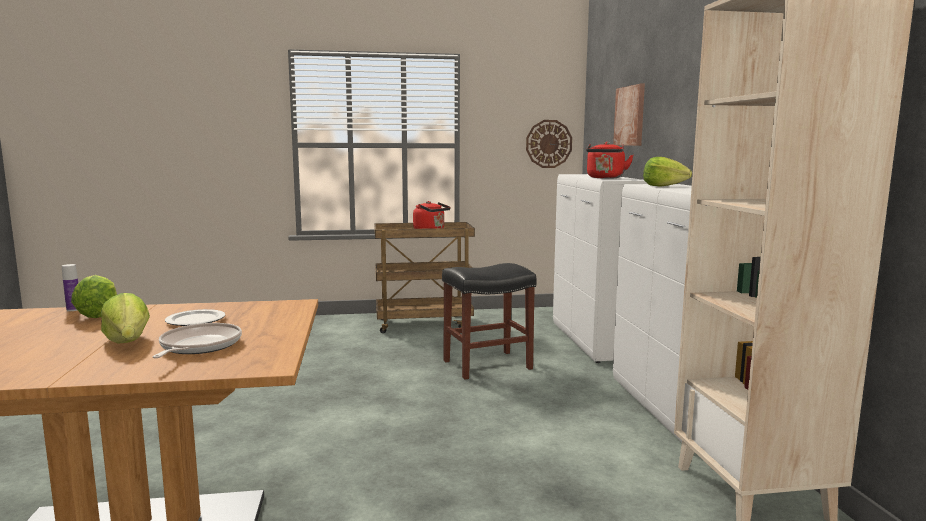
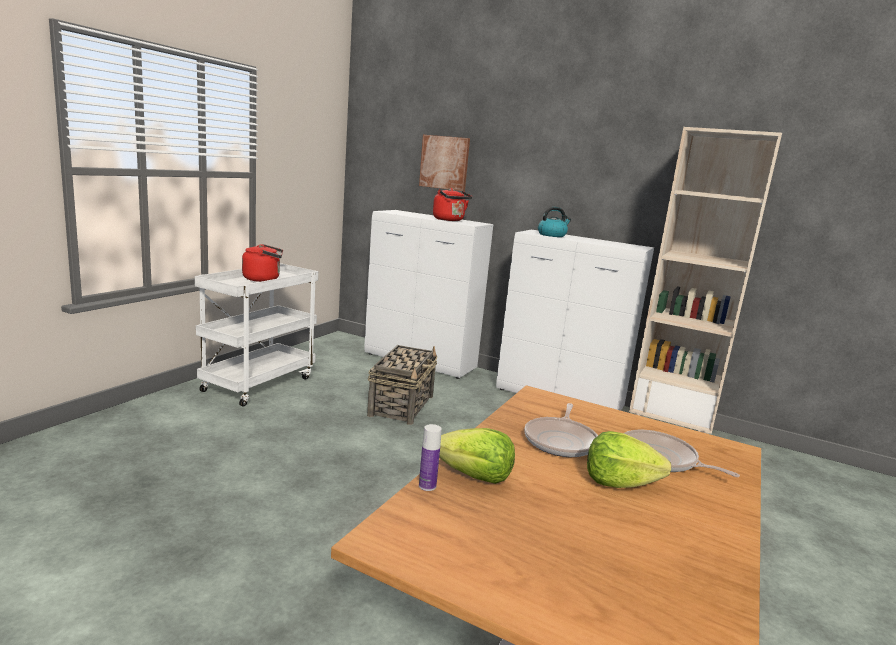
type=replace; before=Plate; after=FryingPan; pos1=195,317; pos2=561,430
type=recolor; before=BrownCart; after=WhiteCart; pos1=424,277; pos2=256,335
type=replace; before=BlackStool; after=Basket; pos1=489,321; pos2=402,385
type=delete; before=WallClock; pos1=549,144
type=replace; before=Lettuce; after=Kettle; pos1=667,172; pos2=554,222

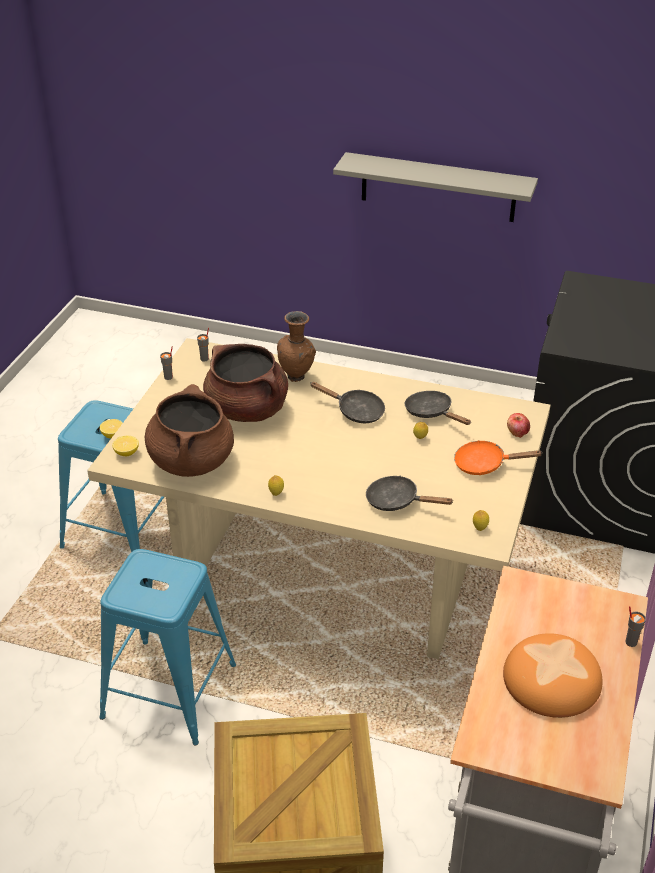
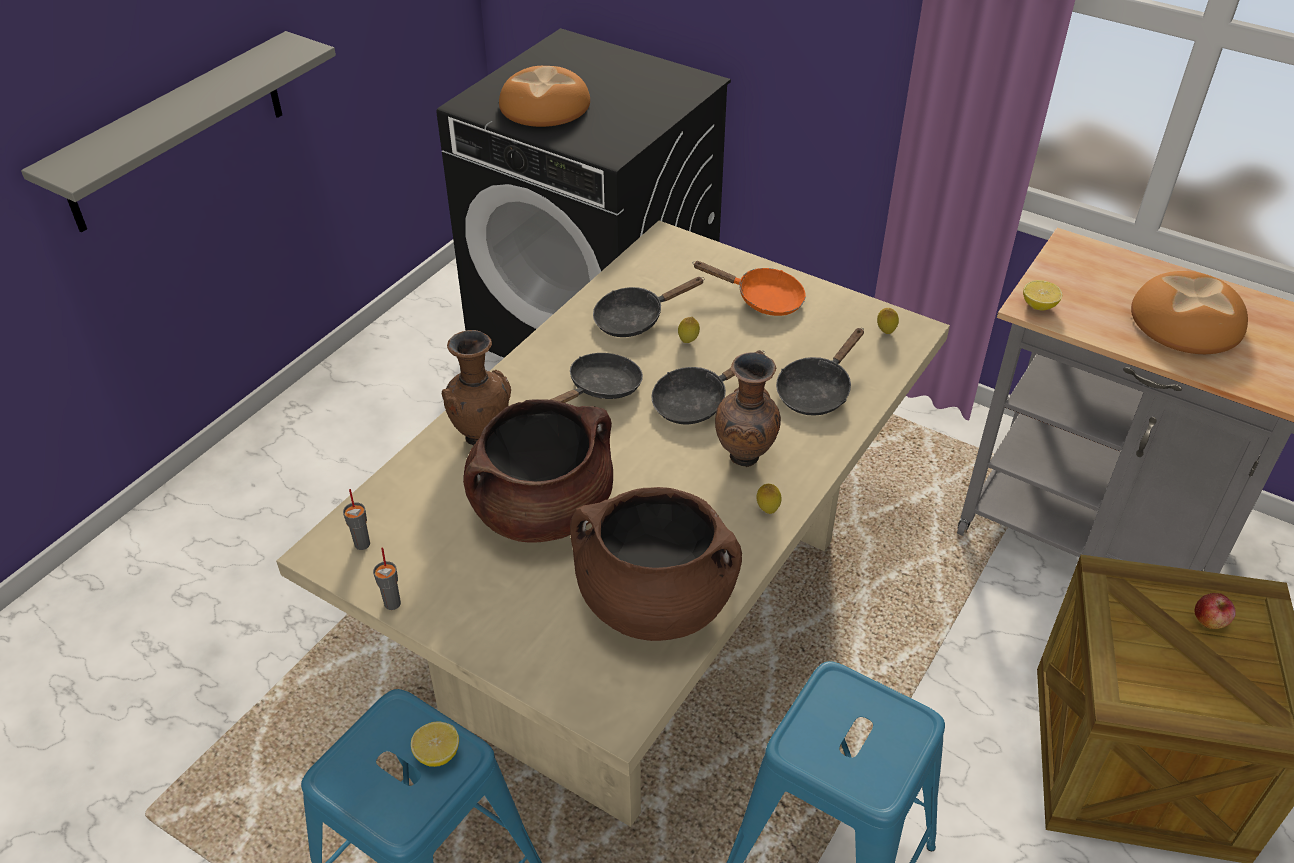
type=move; before=Lemon; pos1=125,446; pos2=1042,295
type=rotate; before=OrangeFryingPan; pos1=498,457; pos2=750,288; turn=-90
type=move; before=Apple; pos1=518,425; pos2=1215,611
type=delete; before=GreyCup; pos1=635,626
type=insert; after=Bread; pos2=544,96
type=insert; after=BlackFryingPan; pos2=708,387
type=insert; after=BrownVase; pos2=748,409

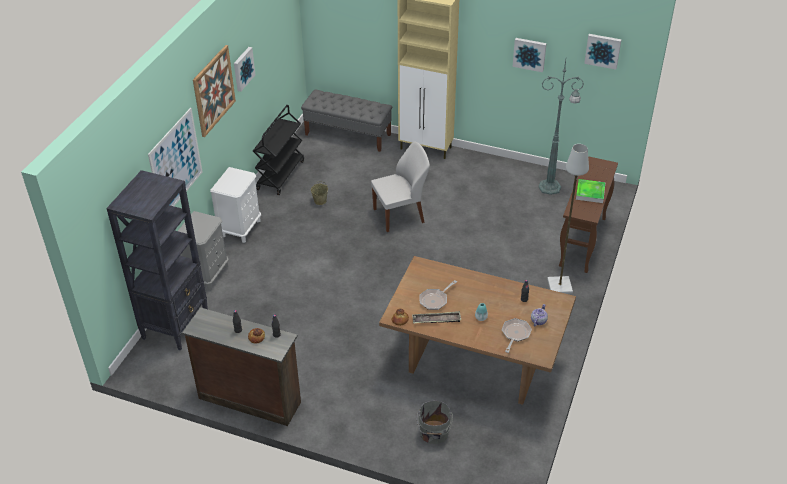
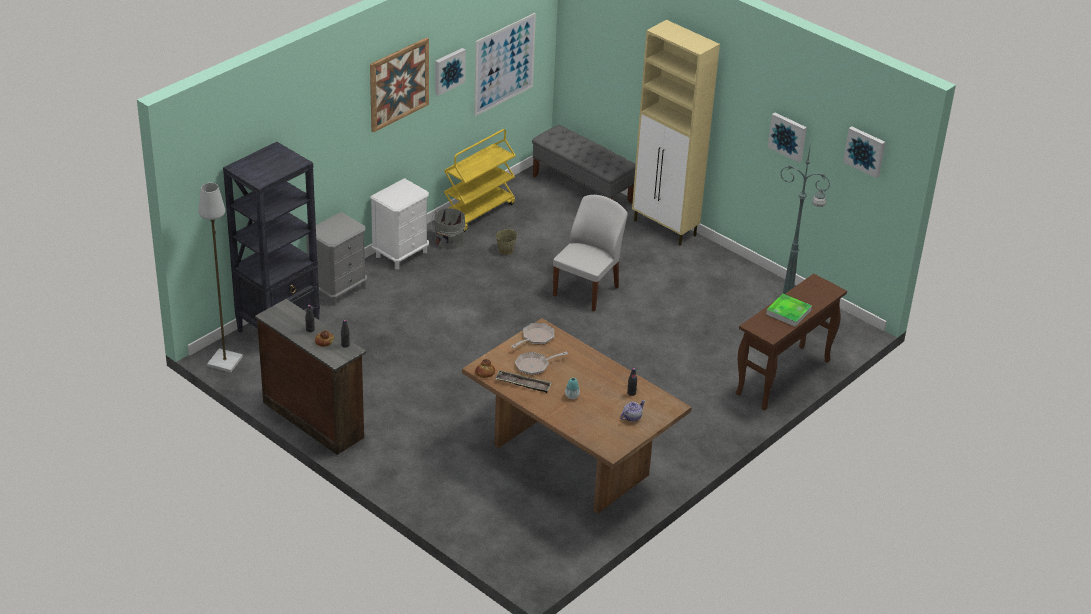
type=move; before=Picture; pos1=175,157; pos2=505,64
type=recolor; before=BlackCart; after=YellowCart; pos1=278,150; pos2=480,180
type=rotate; before=WhiteChair; pos1=400,187; pos2=590,253; turn=-60
type=move; before=GreyBucket; pos1=435,422; pos2=448,228
type=move; before=FryingPan; pos1=517,335; pos2=532,335
type=move; before=GreyFloorLamp; pos1=568,219; pos2=220,278

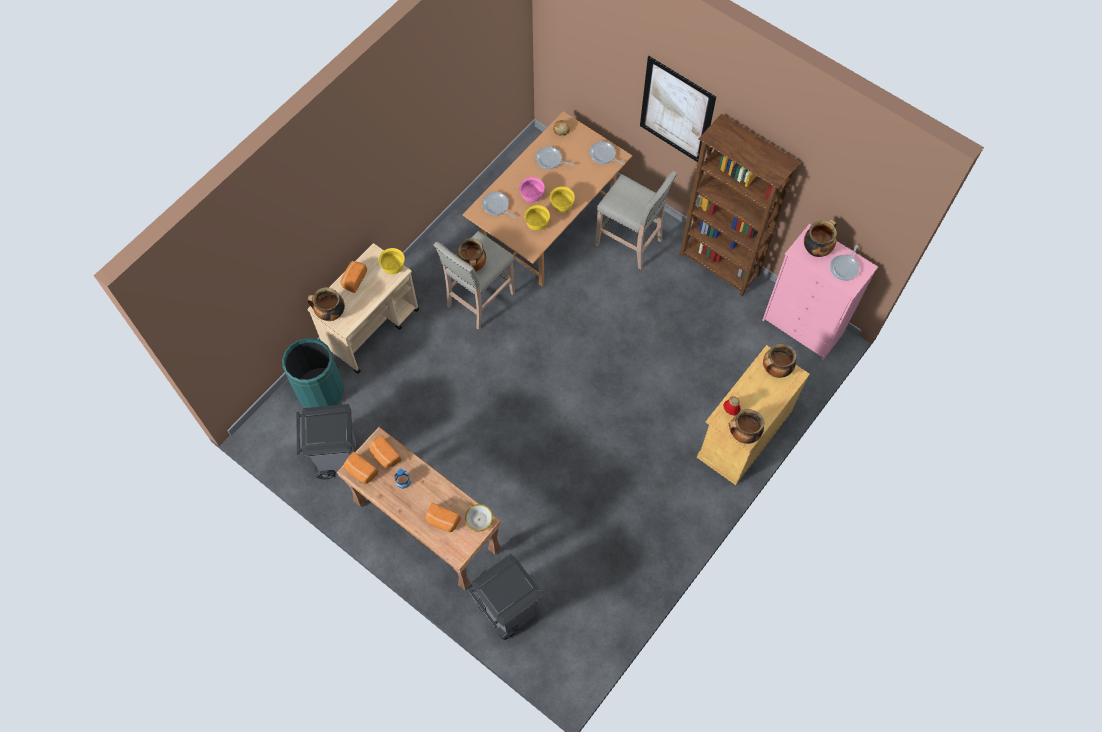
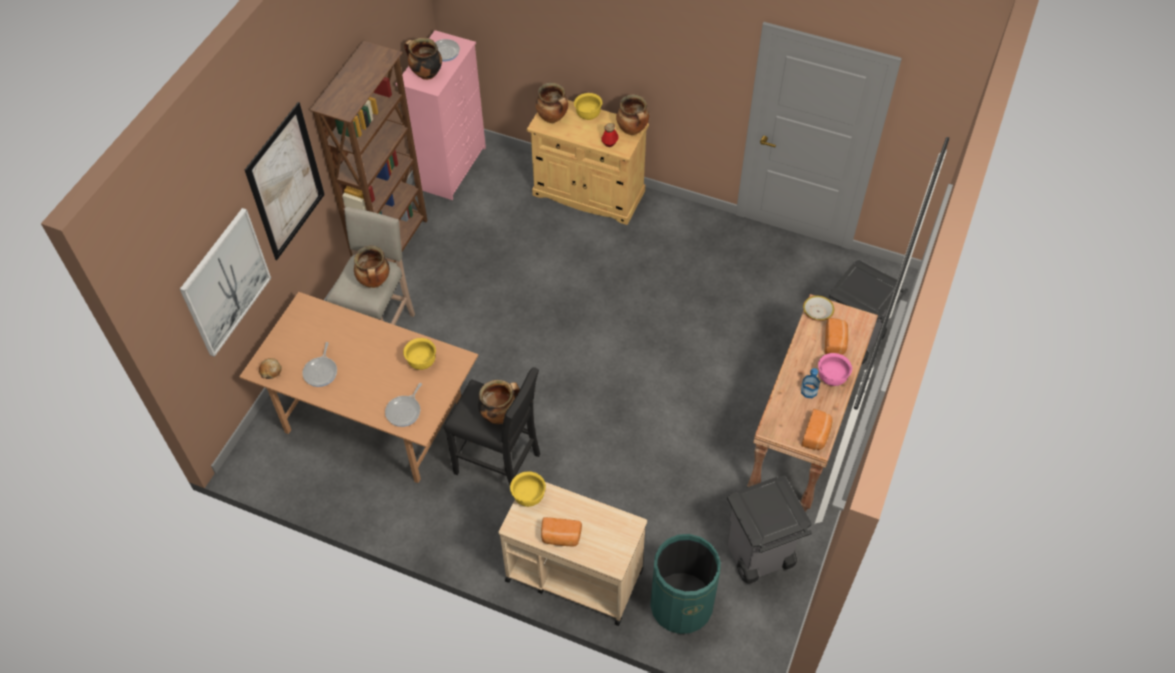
type=move; before=CookingPot; pos1=326,304; pos2=372,267
type=delete; before=Bread; pos1=385,452
type=recolor; before=BeigeStool; after=BlackStool; pos1=474,280; pos2=492,426
type=move; before=PinkBowl; pos1=532,189; pos2=835,369
type=move; before=YellowBowl; pos1=562,199; pos2=588,106
type=delete; before=FryingPan; pos1=607,153
type=insert; after=Picture; pos2=225,282

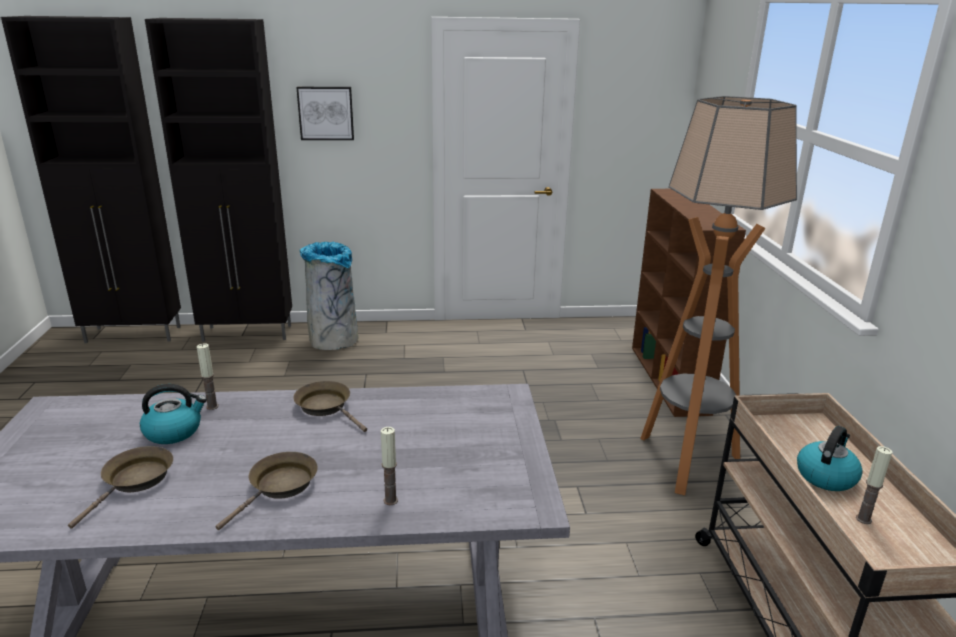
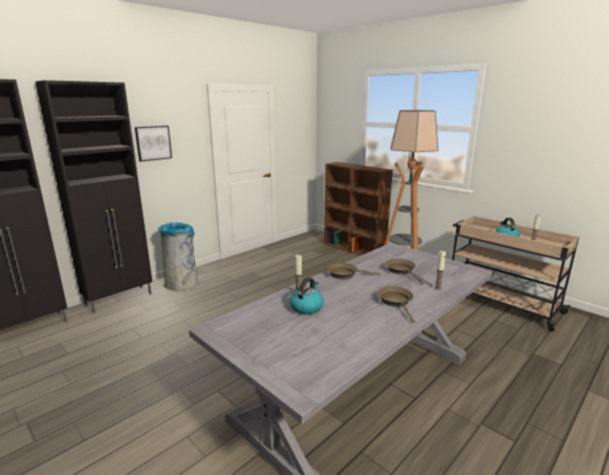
type=move; before=BrownFryingPan; pos1=120,487; pos2=404,272

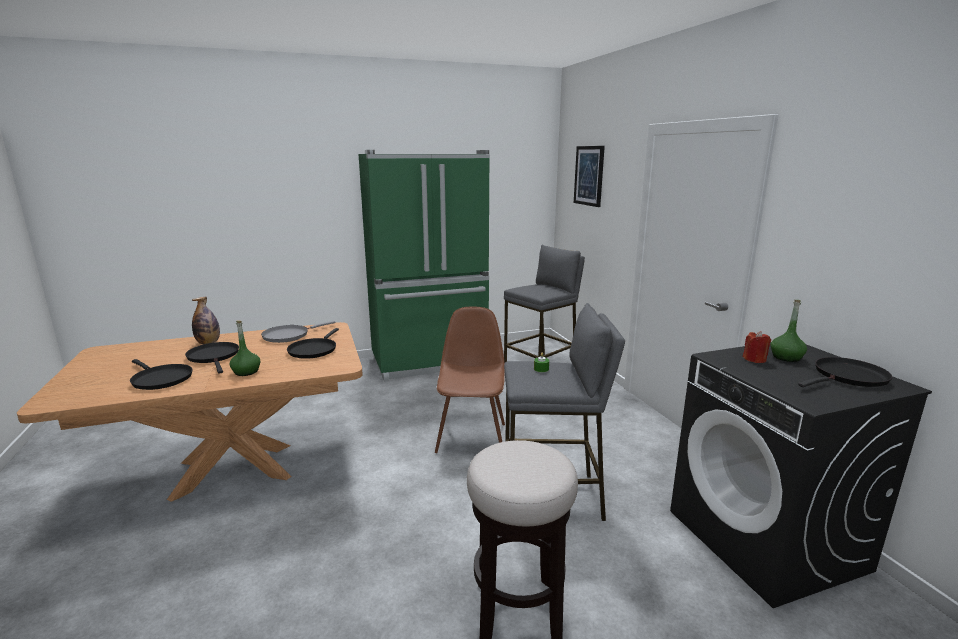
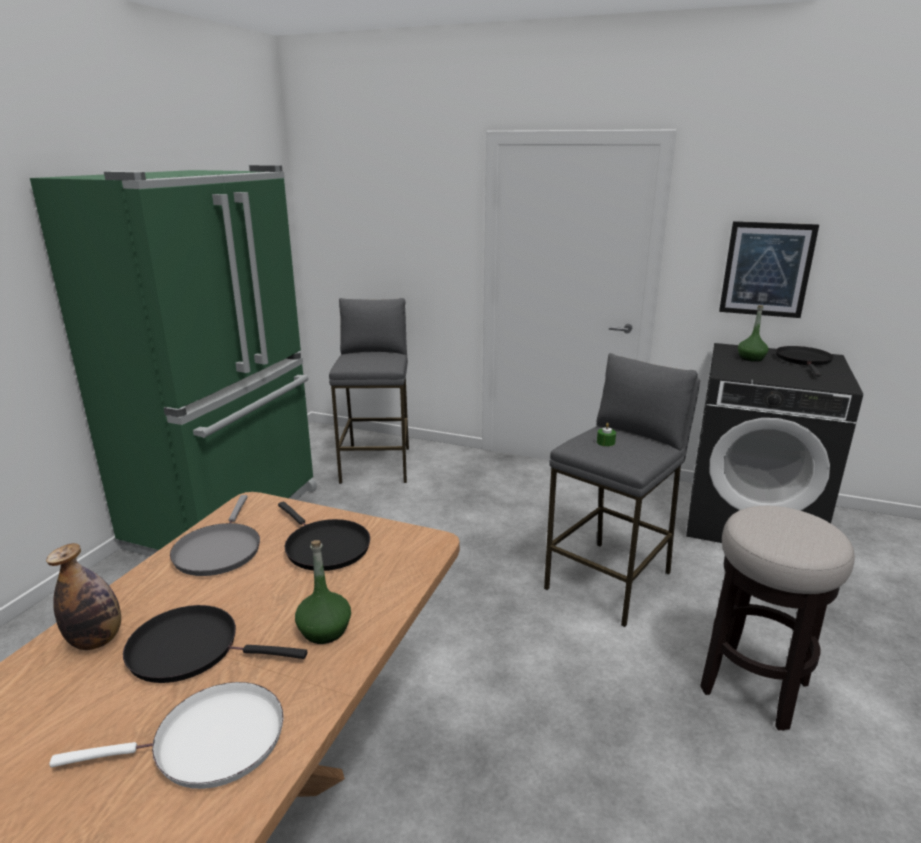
type=recolor; before=BlackFryingPan; after=WhiteFryingPan; pos1=161,374; pos2=166,735
type=delete; before=BrownChair; pos1=470,380
type=move; before=Picture; pos1=589,176; pos2=769,269
type=delete; before=RedCandle; pos1=757,347

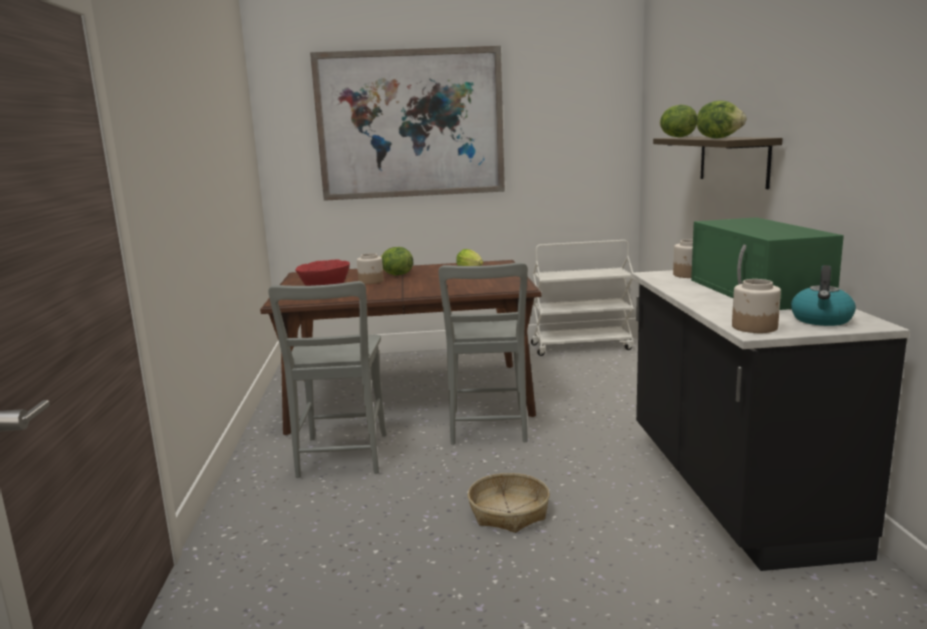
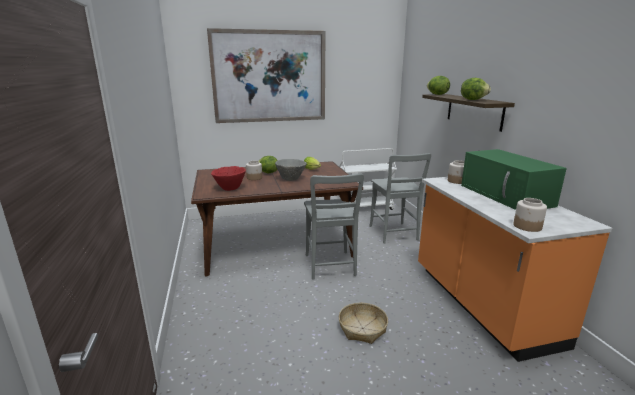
type=move; before=GreyChair; pos1=327,379; pos2=400,198
type=recolor; before=BlackCounter; after=OrangeCounter; pos1=770,420; pos2=515,269
type=delete; before=Kettle; pos1=823,295
type=insert; after=GreyBowl; pos2=291,170

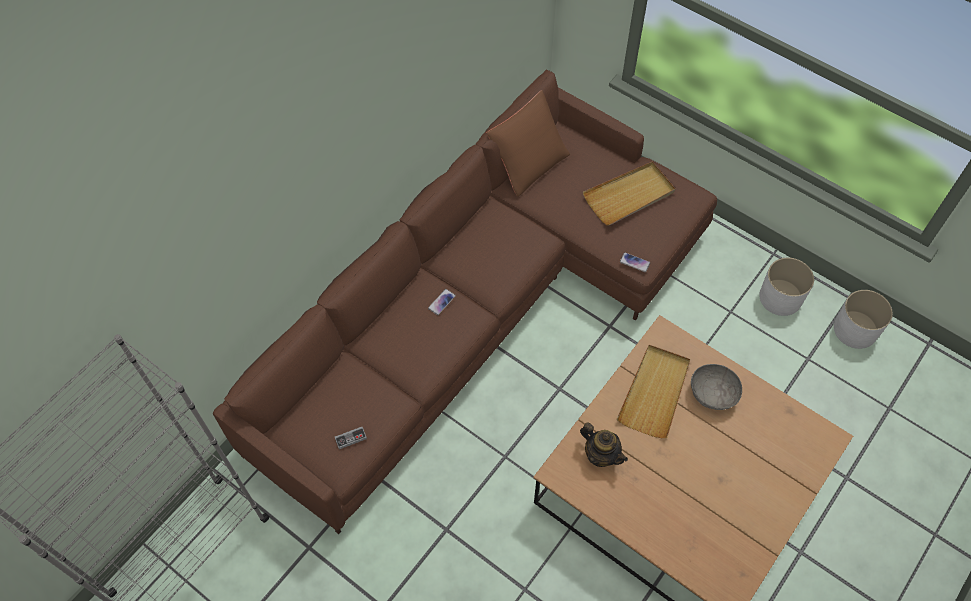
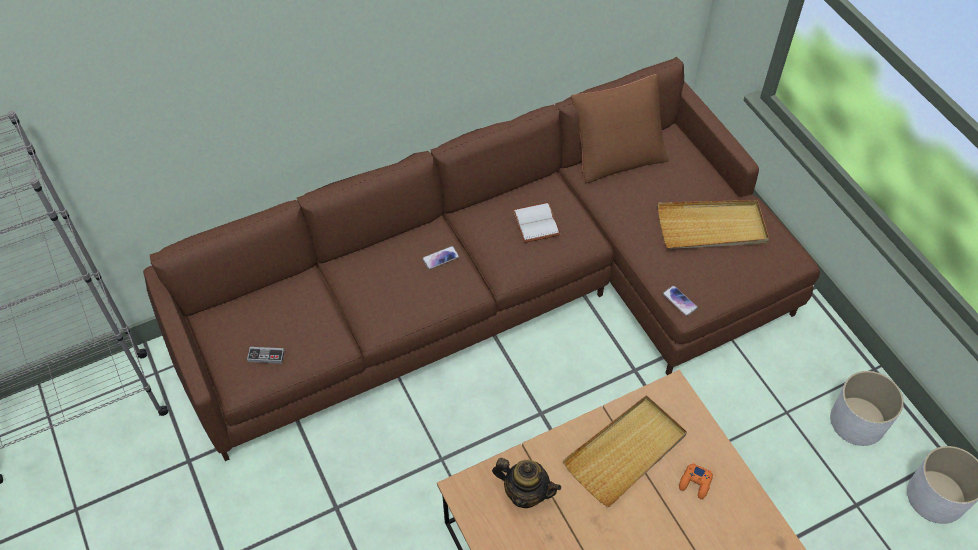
type=rotate; before=Teapot; pos1=604,444; pos2=526,483; turn=-45
type=replace; before=GreyBowl; after=OrangeGameController; pos1=716,387; pos2=696,481
type=insert; after=WhiteBook; pos2=537,222

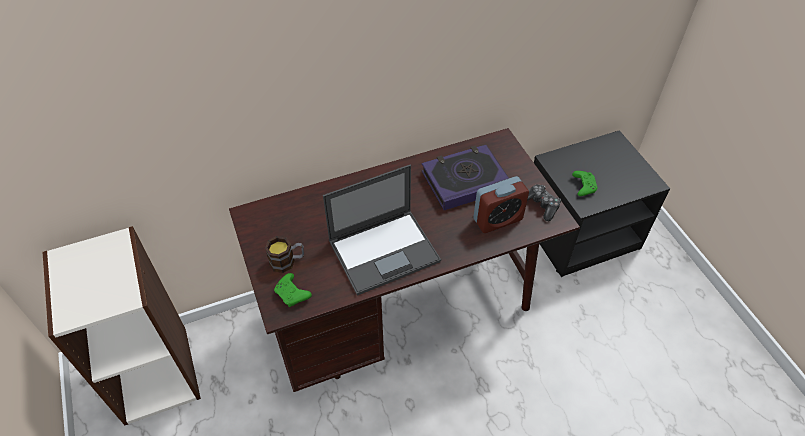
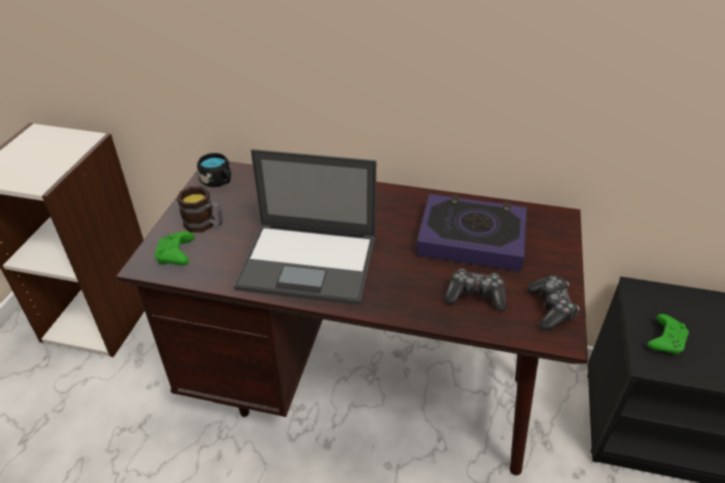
type=replace; before=AlarmClock; after=GameController; pos1=501,204; pos2=475,290
type=insert; after=BlackMug; pos2=214,170

